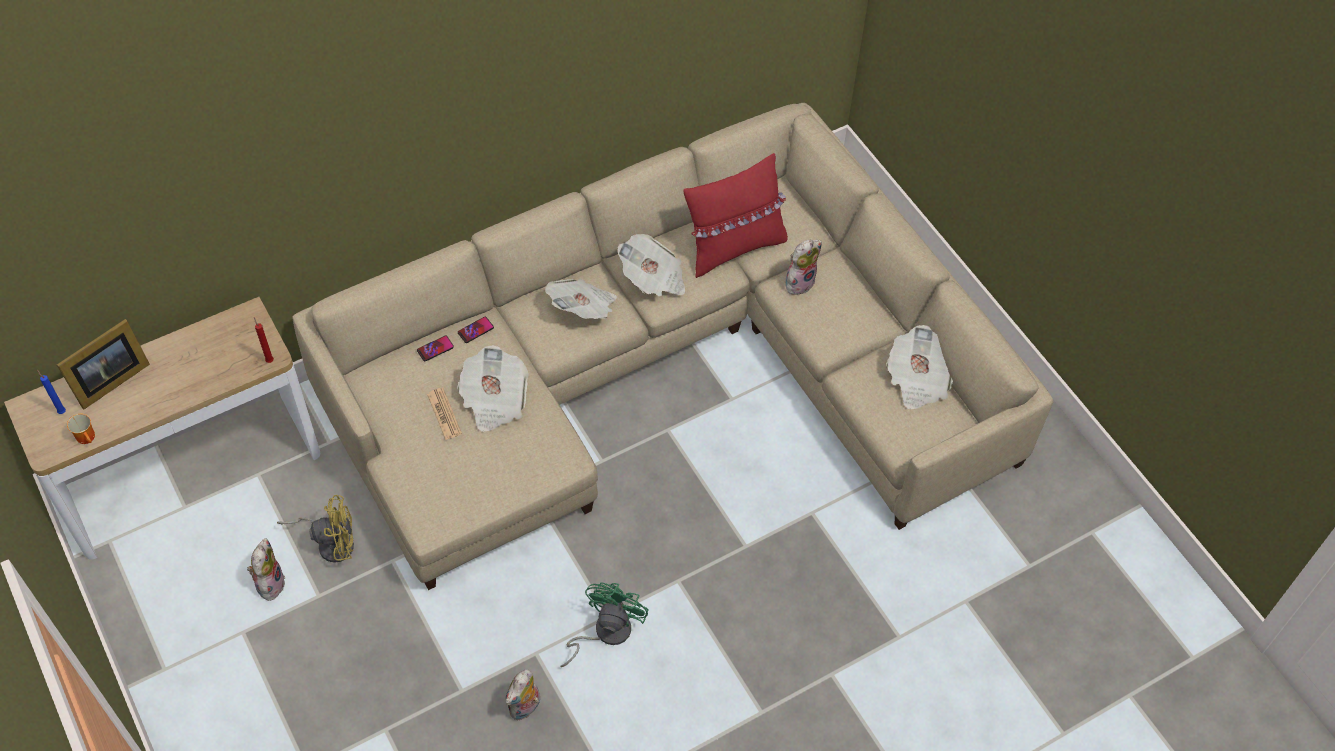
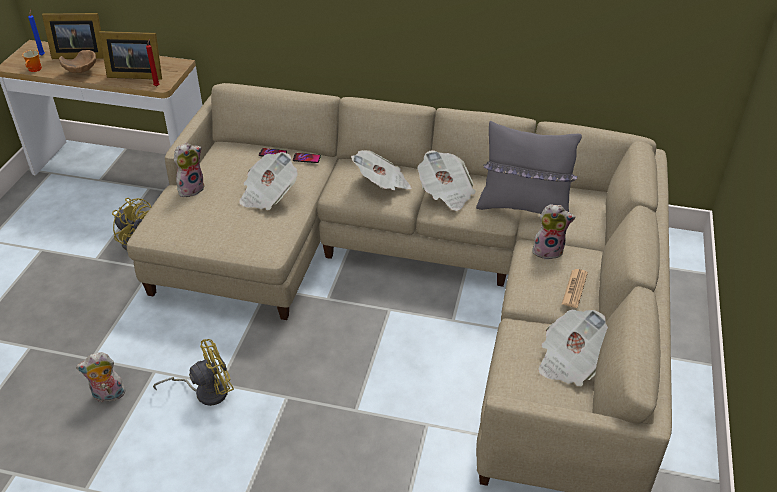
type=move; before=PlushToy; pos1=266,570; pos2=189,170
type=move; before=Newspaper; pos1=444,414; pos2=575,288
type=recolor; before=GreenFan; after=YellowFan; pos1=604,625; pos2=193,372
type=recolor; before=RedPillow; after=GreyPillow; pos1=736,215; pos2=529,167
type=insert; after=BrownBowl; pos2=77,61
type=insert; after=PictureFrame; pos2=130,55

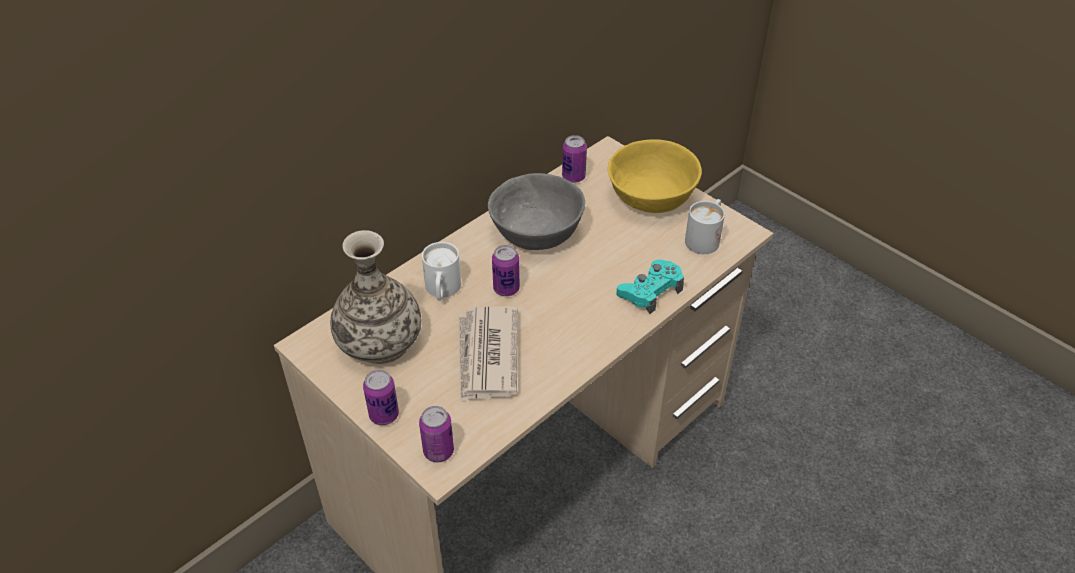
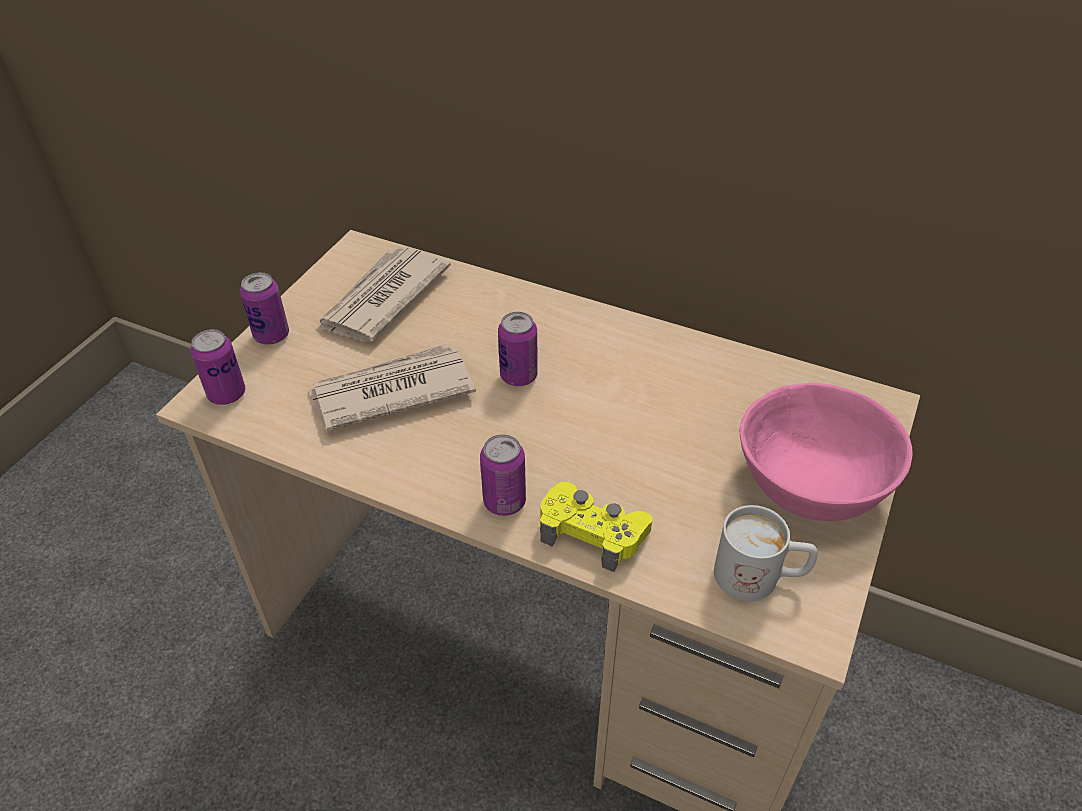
type=replace; before=Vase; after=Newspaper; pos1=375,297; pos2=383,294
type=delete; before=WhiteMug; pos1=441,271
type=delete; before=GreyBowl; pos1=536,211
type=move; before=Can; pos1=574,159; pos2=503,475
type=recolor; before=YellowBowl; after=PinkBowl; pos1=655,176; pos2=825,452
type=recolor; before=TurquoiseGameController; after=YellowGameController; pos1=650,287; pos2=596,527

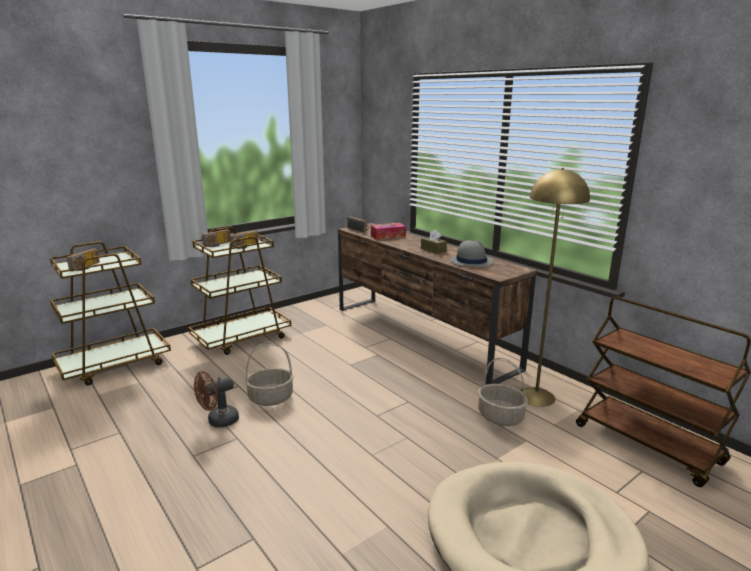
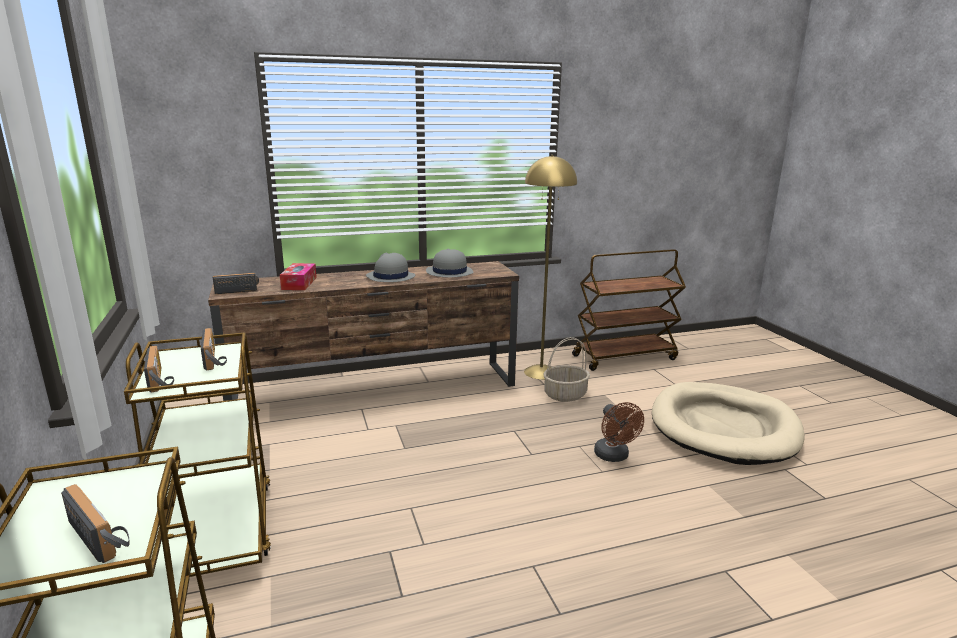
type=move; before=BrownFan; pos1=216,399; pos2=619,432
type=delete; before=Basket; pos1=269,374
type=replace; before=BrownTissueBox; after=GreyHat; pos1=434,242; pos2=390,267

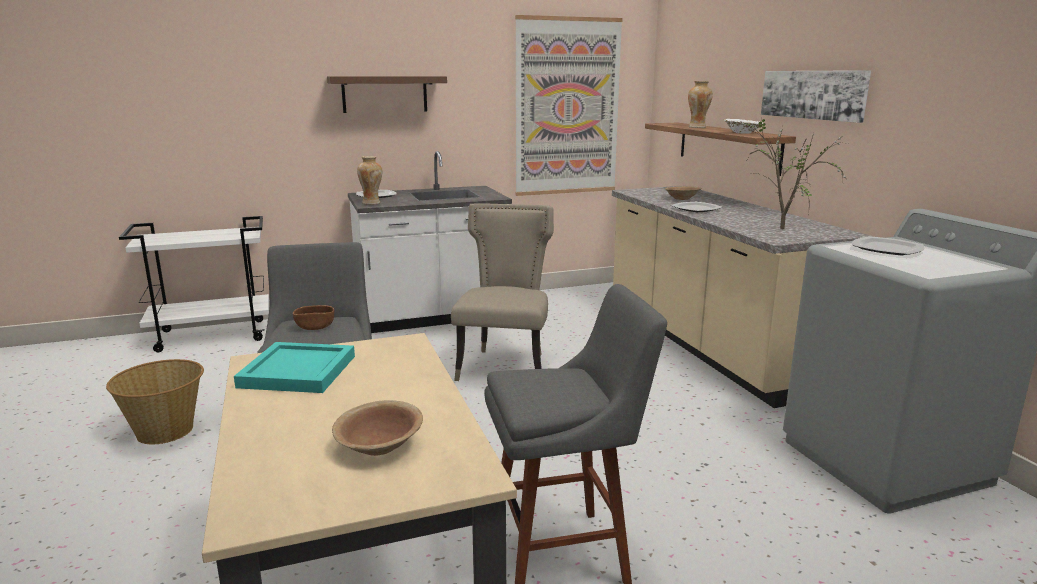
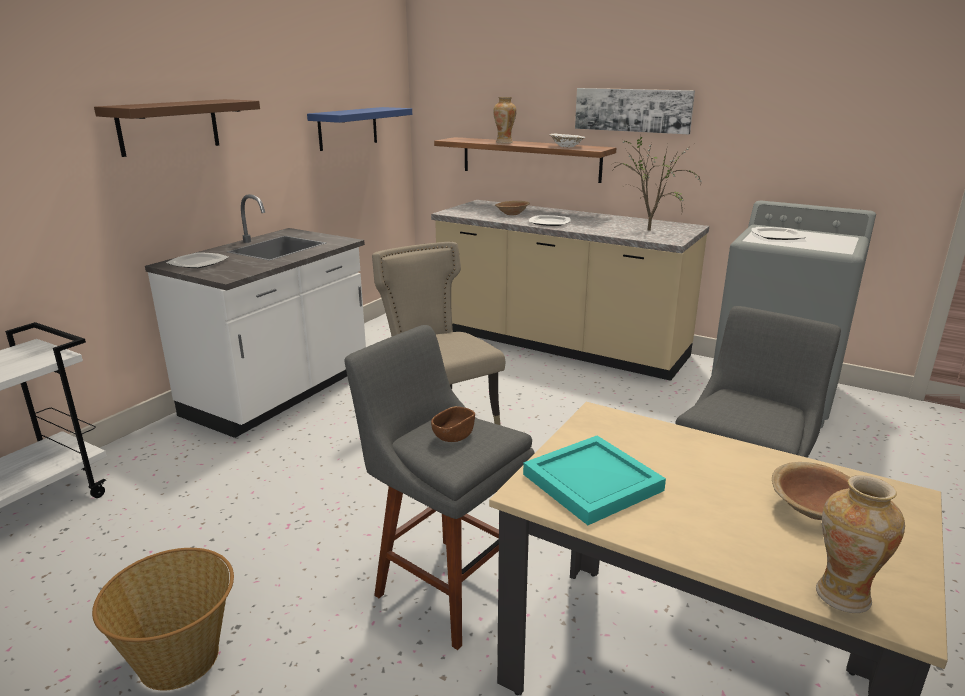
type=move; before=Vase; pos1=369,180; pos2=860,544
type=replace; before=Picture; after=BlueShelf; pos1=569,105; pos2=359,129

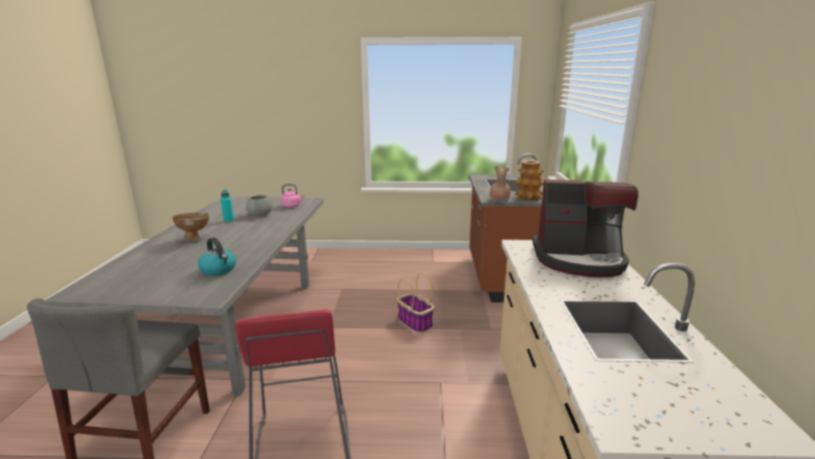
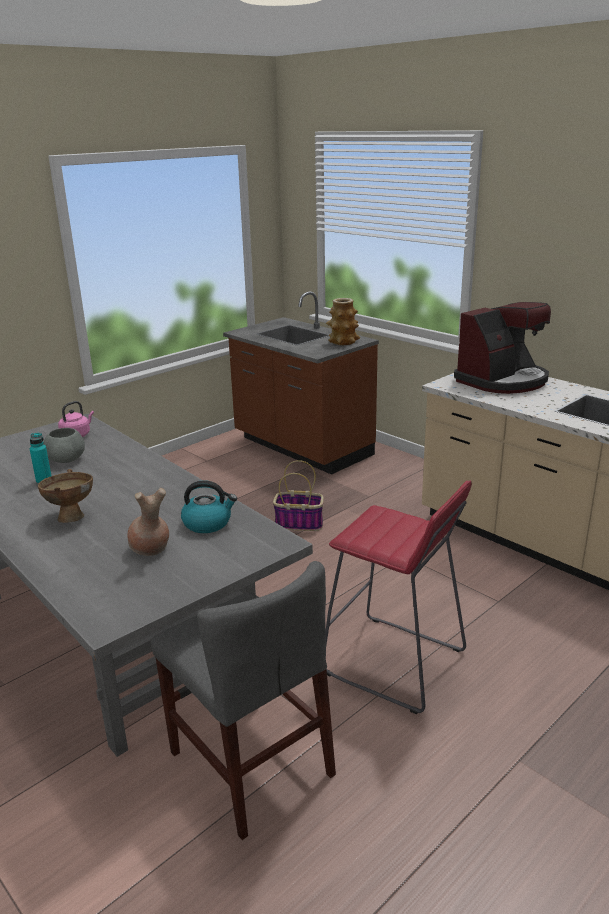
type=move; before=BrownVase; pos1=500,183; pos2=148,522

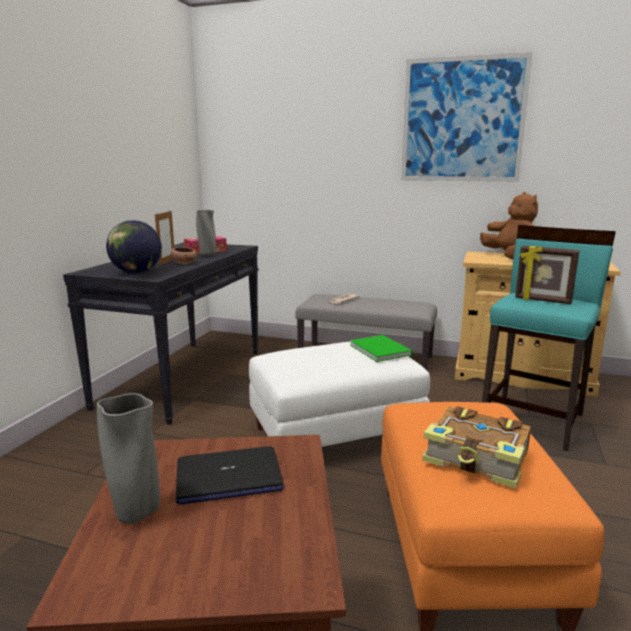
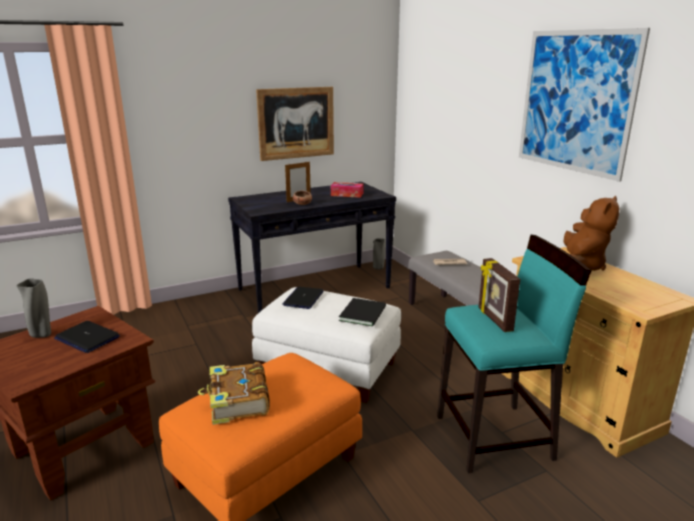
type=delete; before=Globe; pos1=134,246
type=move; before=GreyVase; pos1=206,233; pos2=379,254
type=recolor; before=GreenBook; after=BlackBook; pos1=381,348; pos2=362,312
type=insert; after=Picture; pos2=295,124
type=insert; after=Laptop; pos2=303,298

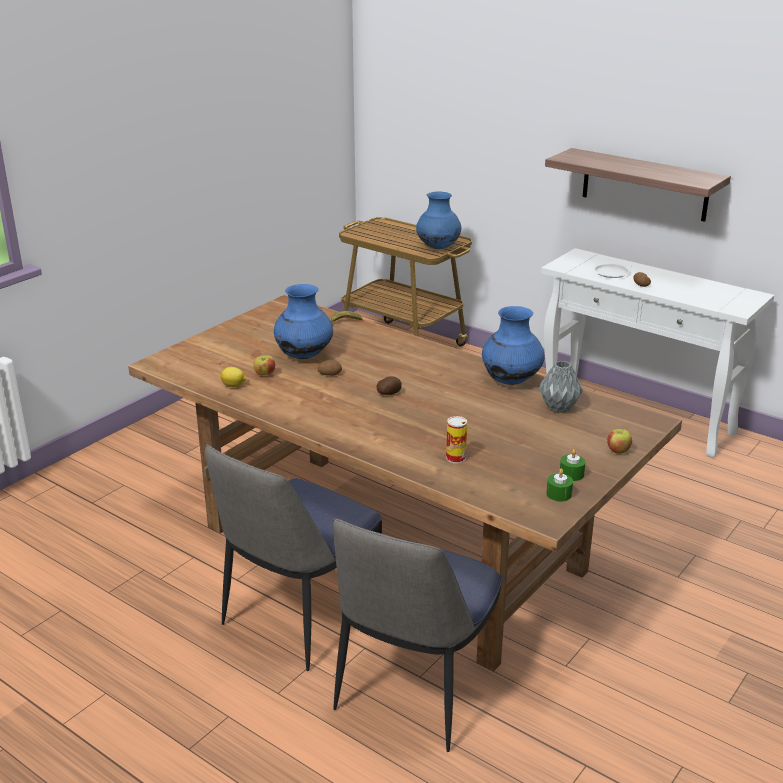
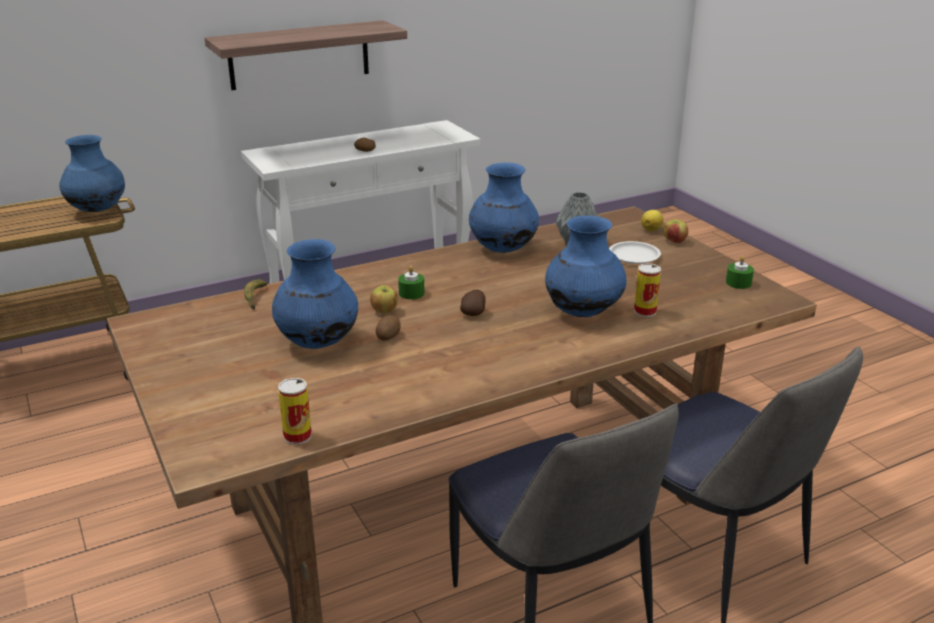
type=move; before=Lemon; pos1=233,377; pos2=652,221
type=move; before=Apple; pos1=264,365; pos2=384,299
type=move; before=GreenCandle; pos1=573,465; pos2=411,283
type=move; before=WhitePlate; pos1=611,271; pos2=635,252
type=insert; after=Can; pos2=295,411
type=insert; after=BlueVase; pos2=586,266

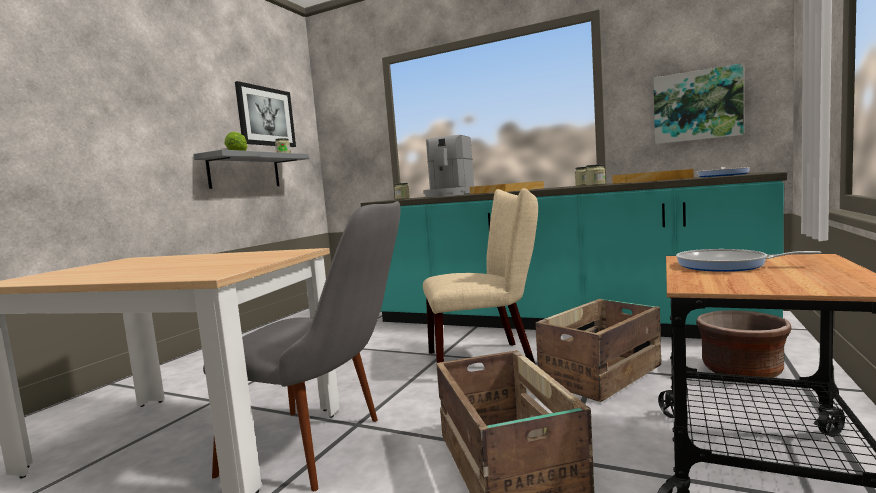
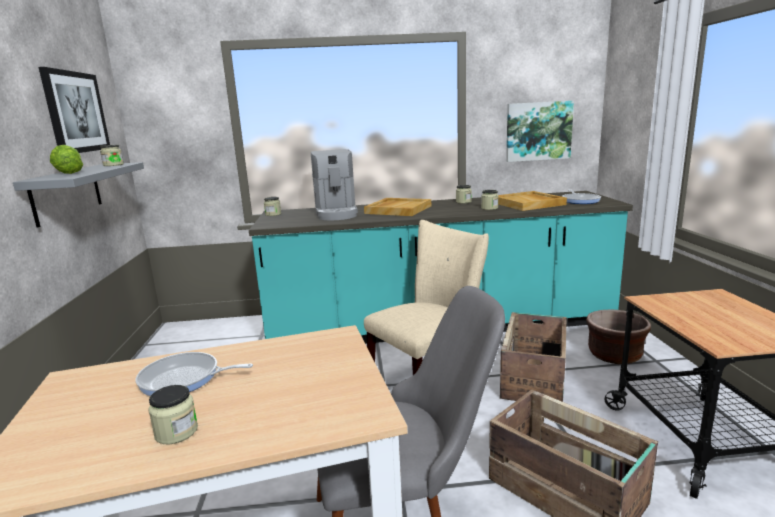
type=move; before=FryingPan; pos1=748,260; pos2=194,374
type=insert; after=Jar; pos2=173,415

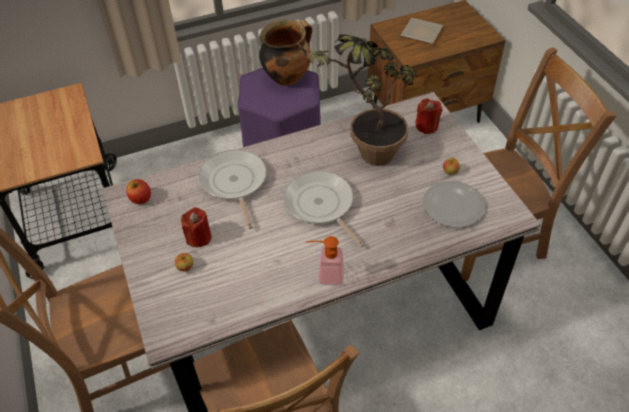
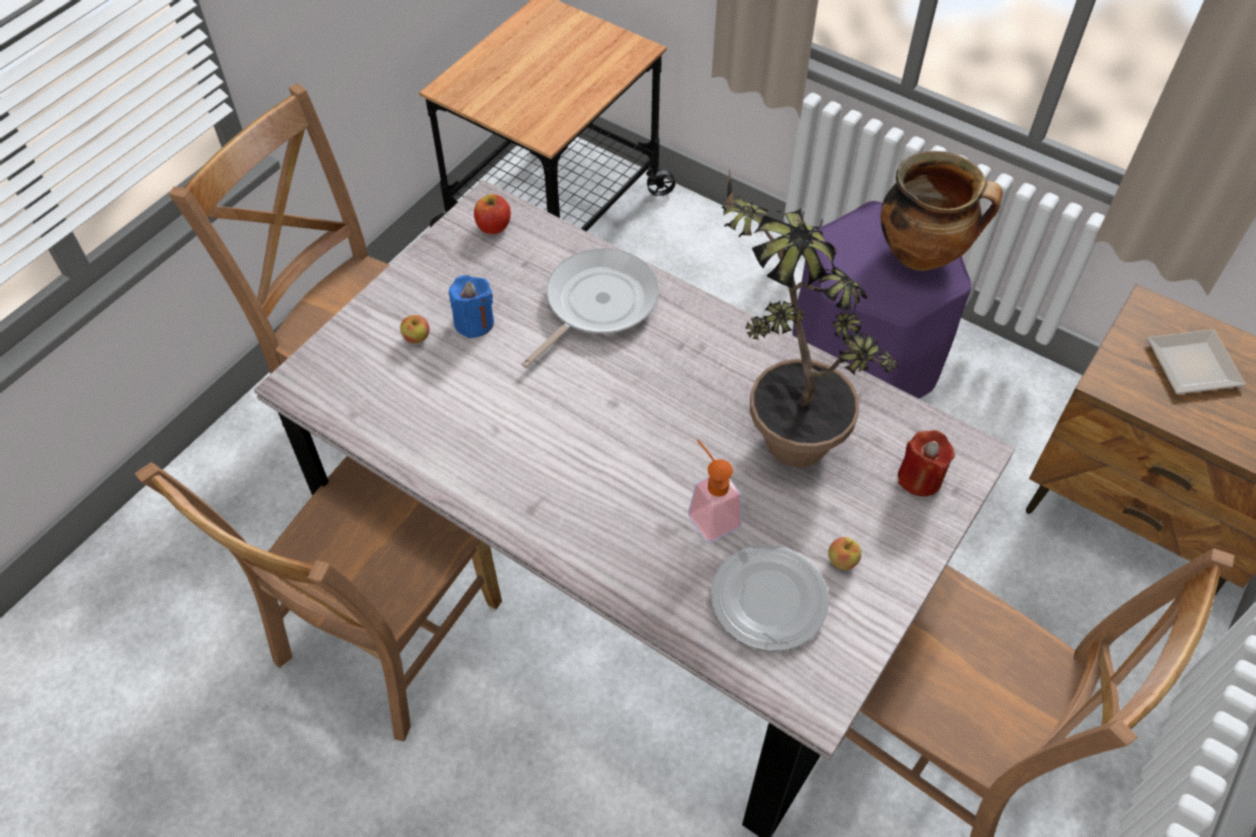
type=recolor; before=RedCandle; after=BlueCandle; pos1=196,227; pos2=471,306
type=delete; before=FryingPan; pos1=323,209
type=move; before=SoapDispenser; pos1=325,261; pos2=715,491

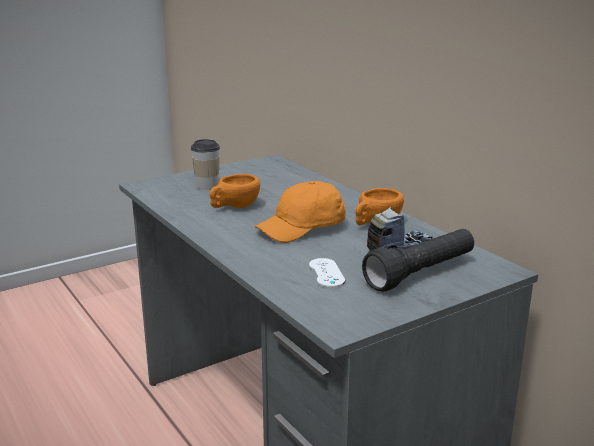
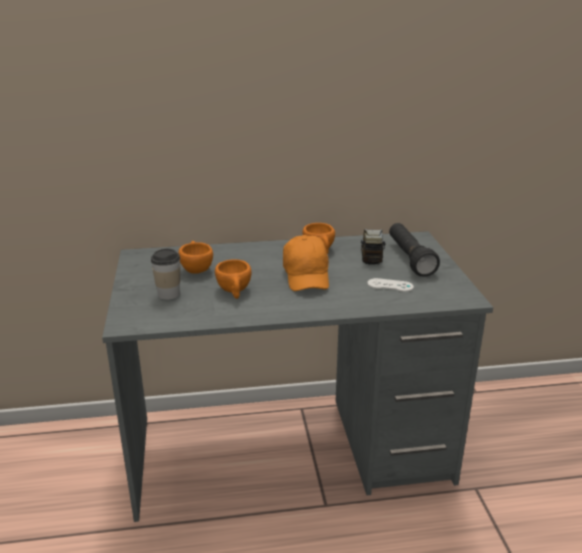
type=insert; after=OrangeCup; pos2=195,257

